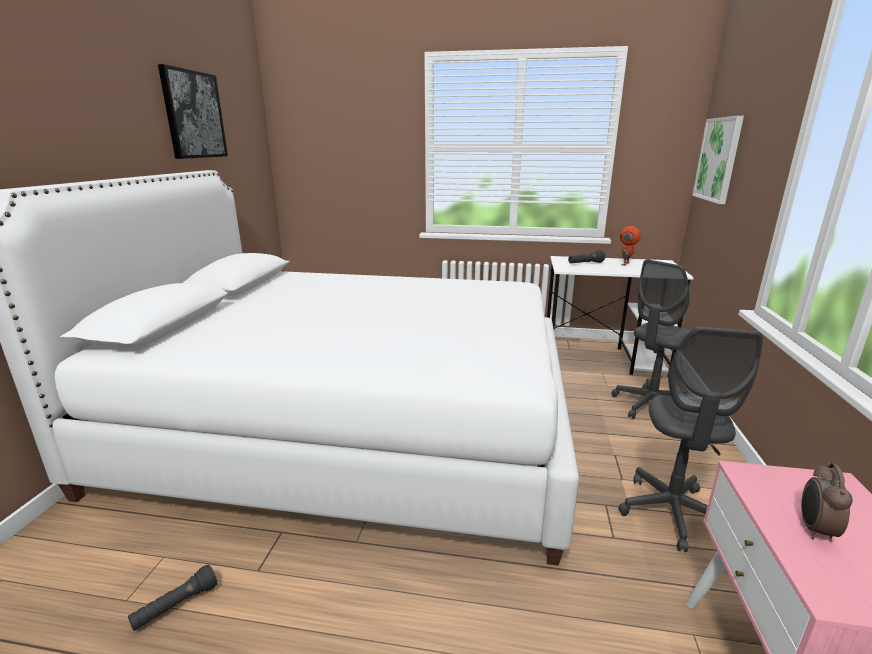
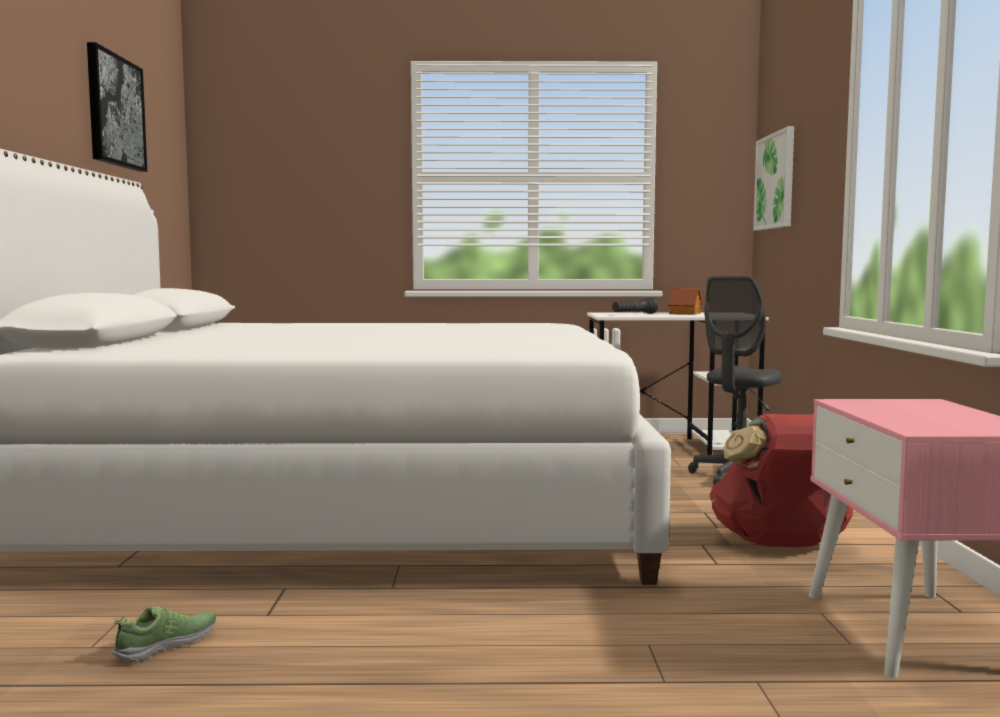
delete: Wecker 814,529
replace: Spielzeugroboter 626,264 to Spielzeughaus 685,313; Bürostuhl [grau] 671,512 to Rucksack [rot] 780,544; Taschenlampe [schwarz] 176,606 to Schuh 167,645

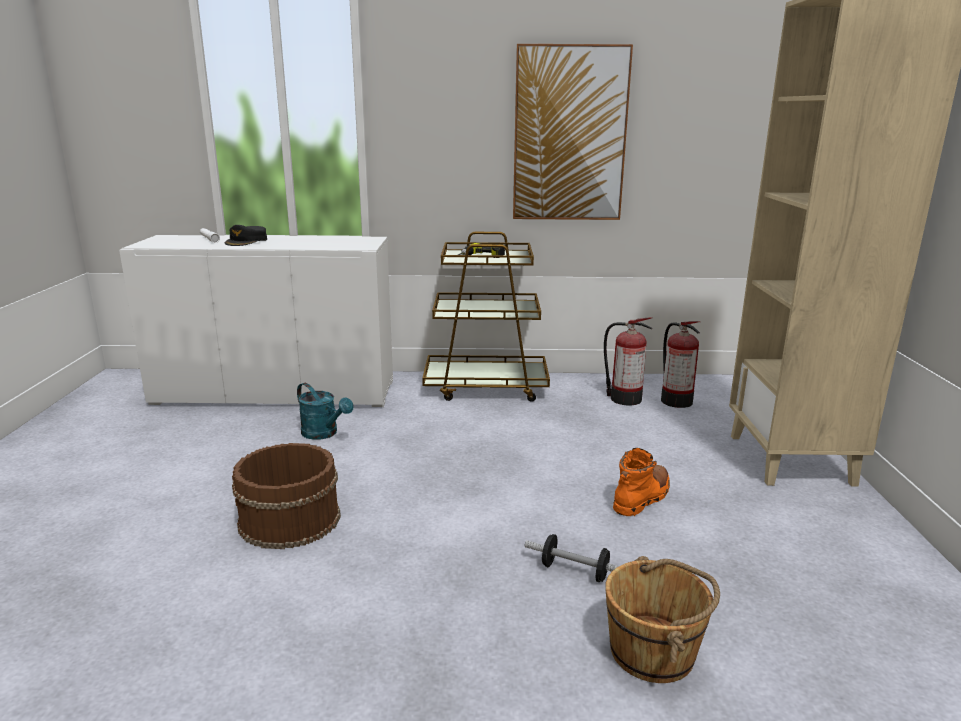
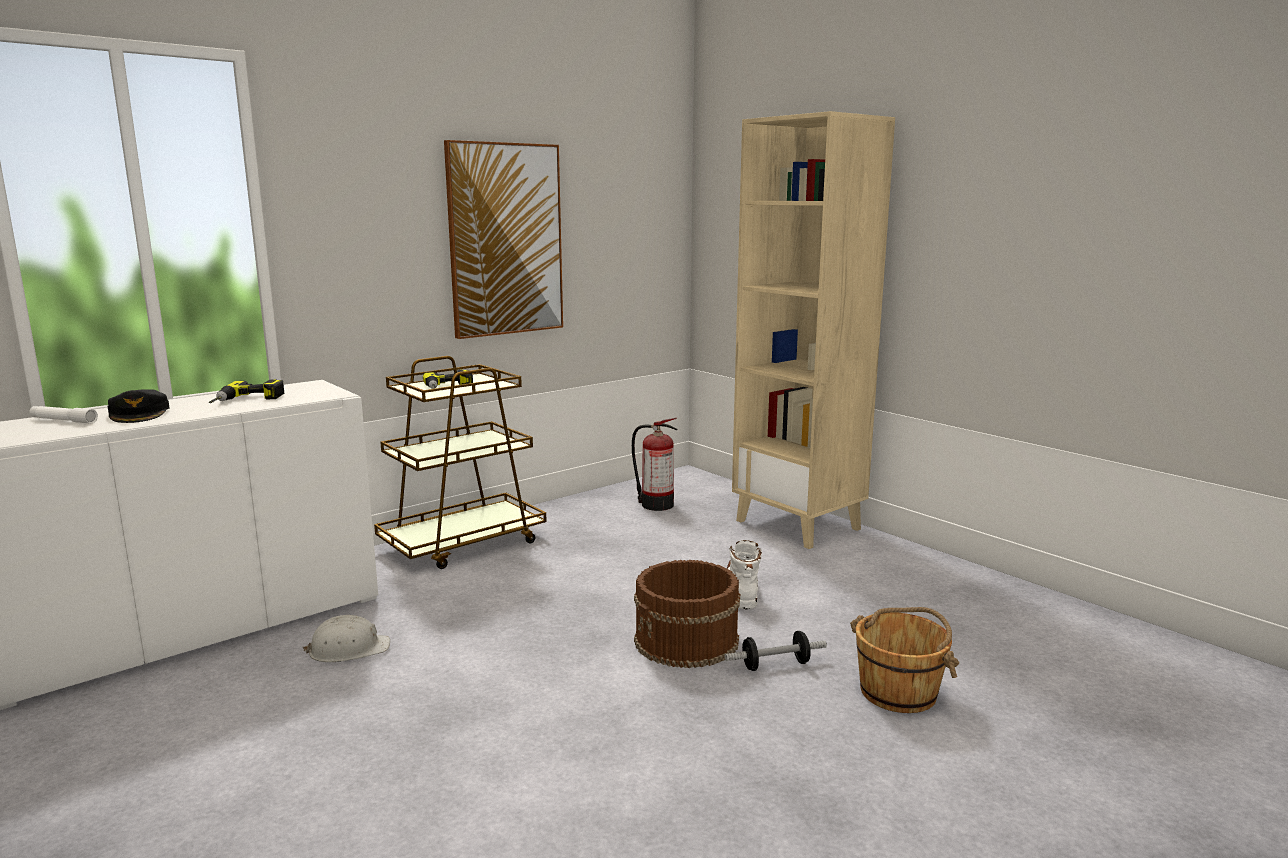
delete: Feuerlöscher 623,398
insert: Bohrmaschine 247,400
move: Eimer [braun] 289,520 to 687,641
replace: Gießkanne [türkis] 324,434 to Schutzhelm [weiß] 349,649
recolor: Stiefel [orange] 642,498 to Stiefel [weiß] 742,591

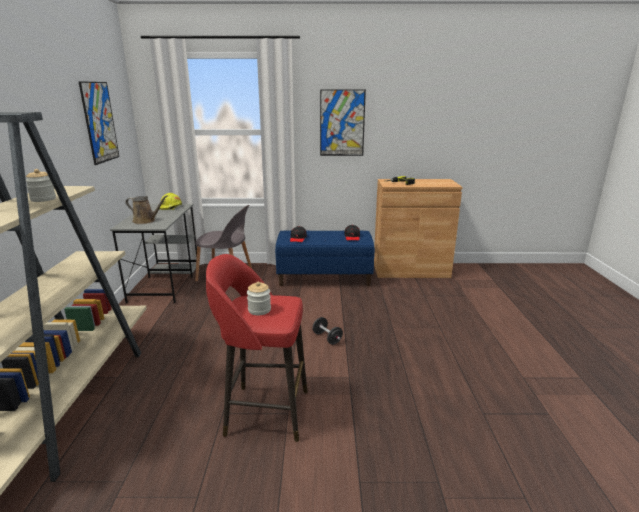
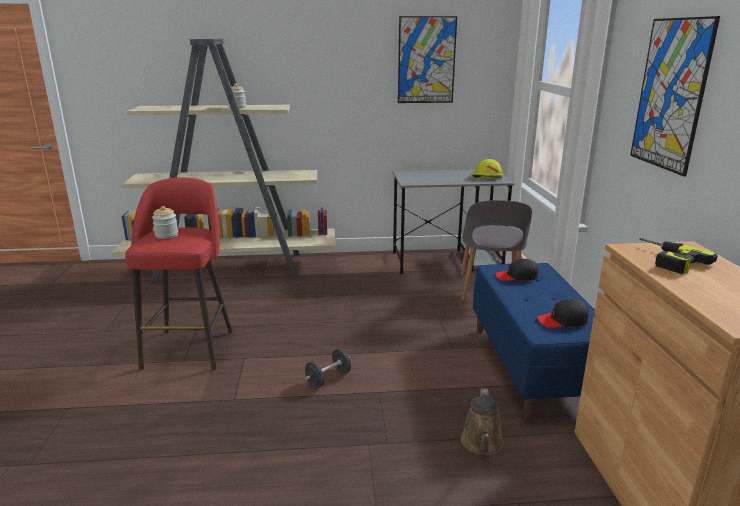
move: Gießkanne [braun] 146,221 to 482,444

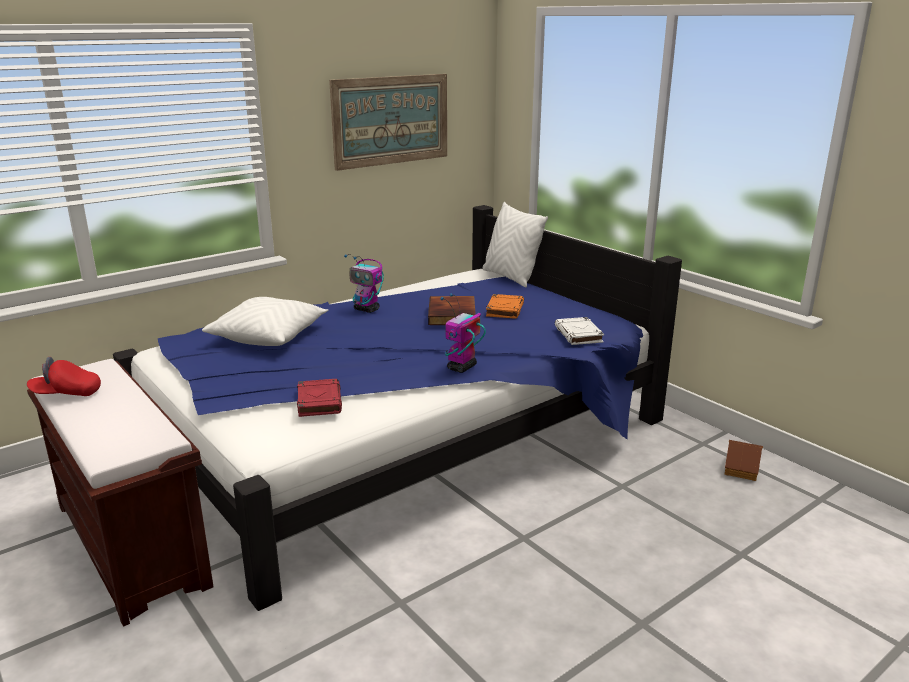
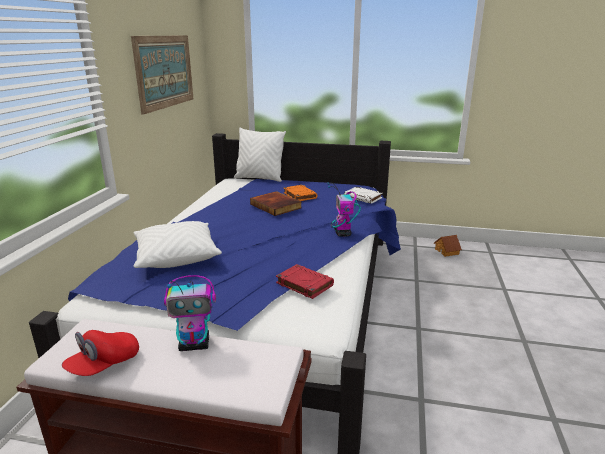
move: Spielzeugroboter 367,309 to 195,344

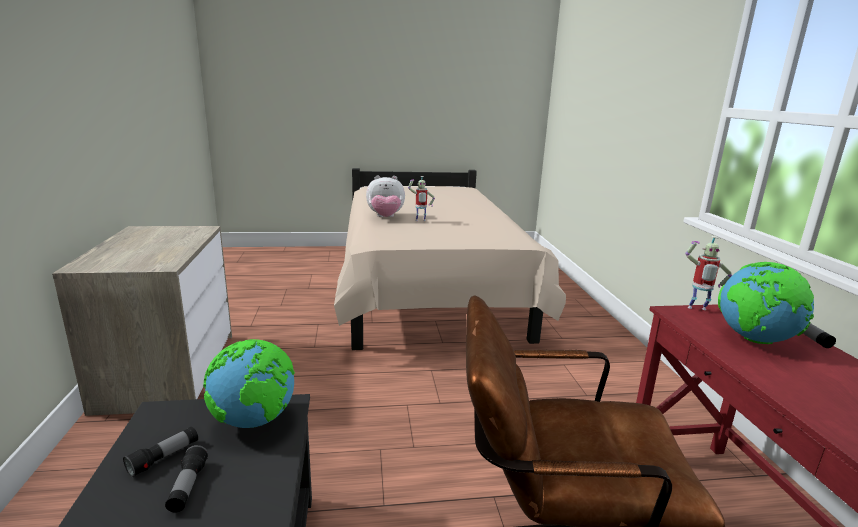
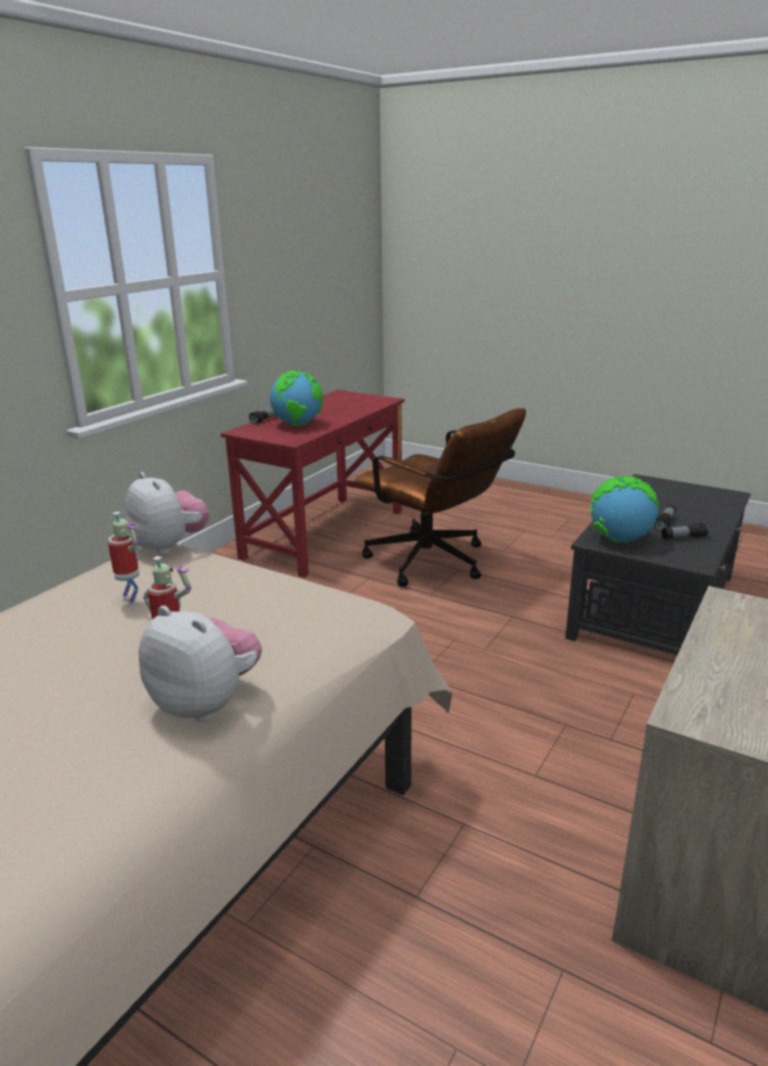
insert: Plüschtier 170,546
move: Spielzeugroboter 697,309 to 132,601

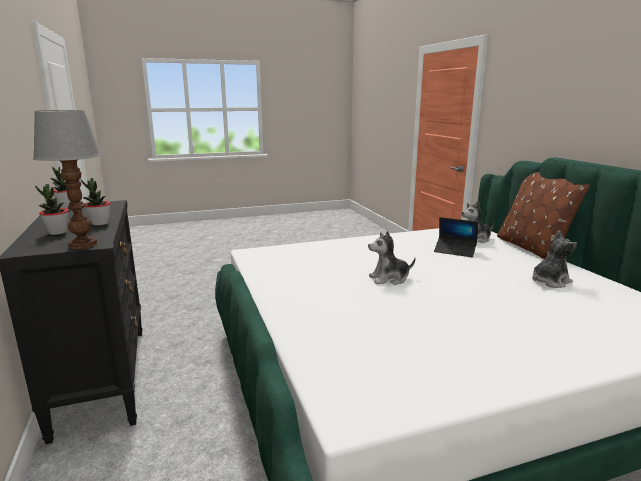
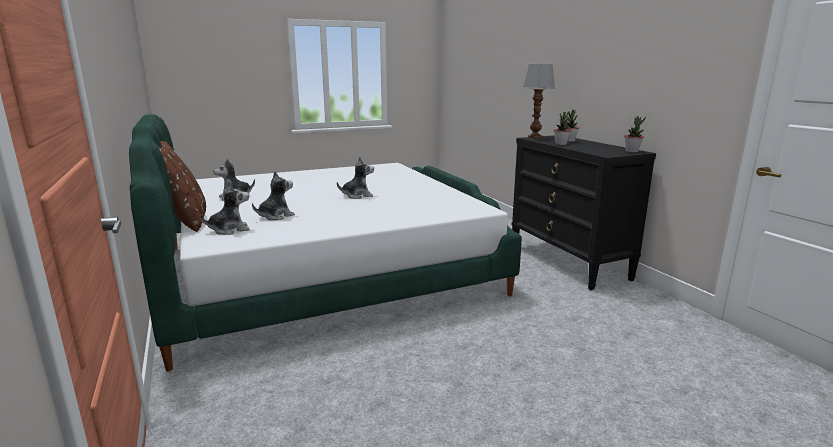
replace: Laptop 455,251 to Plüschtier 275,216

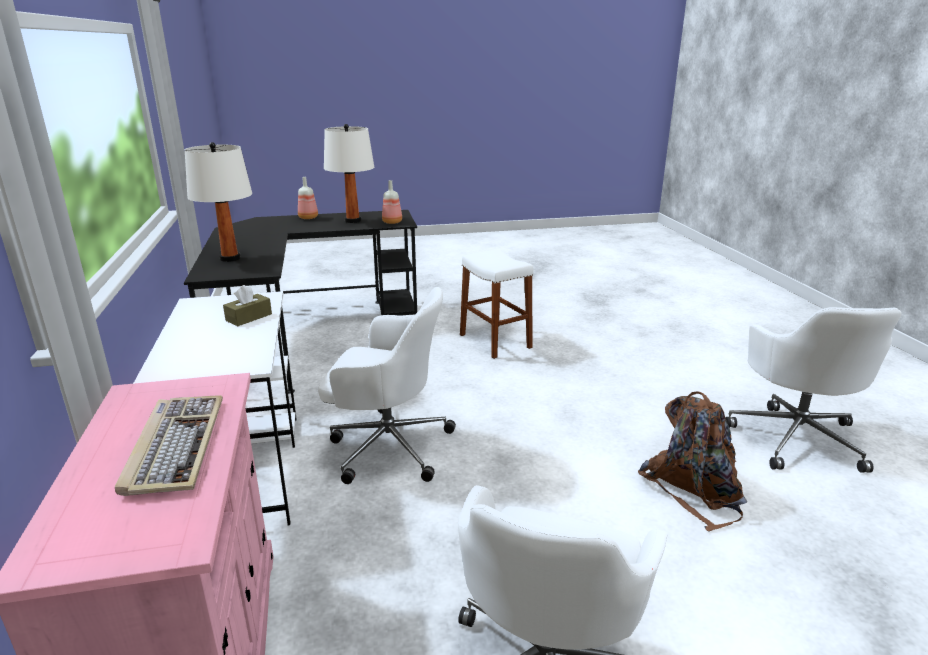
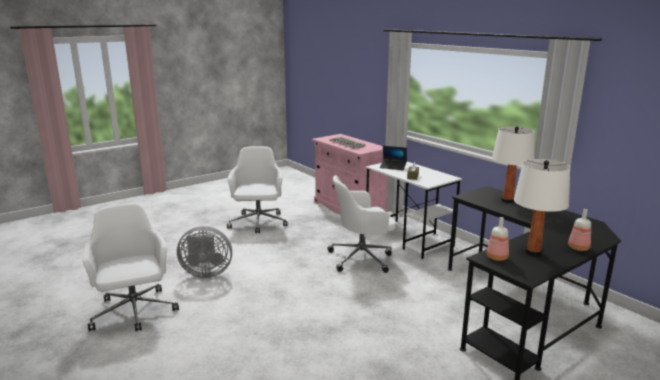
delete: Hocker [weiß] 495,341
insert: Laptop 393,167
replace: Rucksack [braun] 695,489 to Ventilator [grau] 206,273

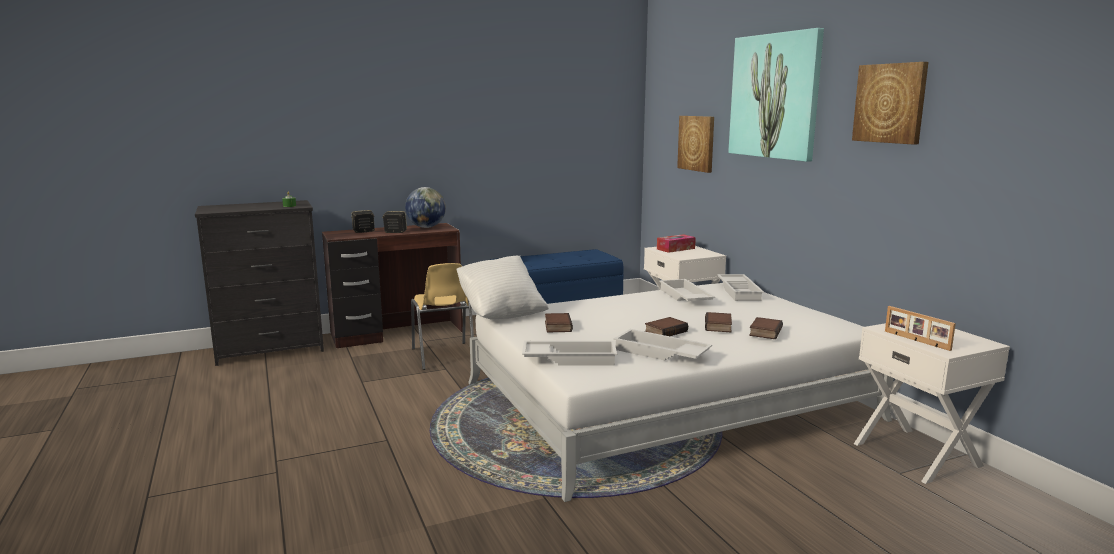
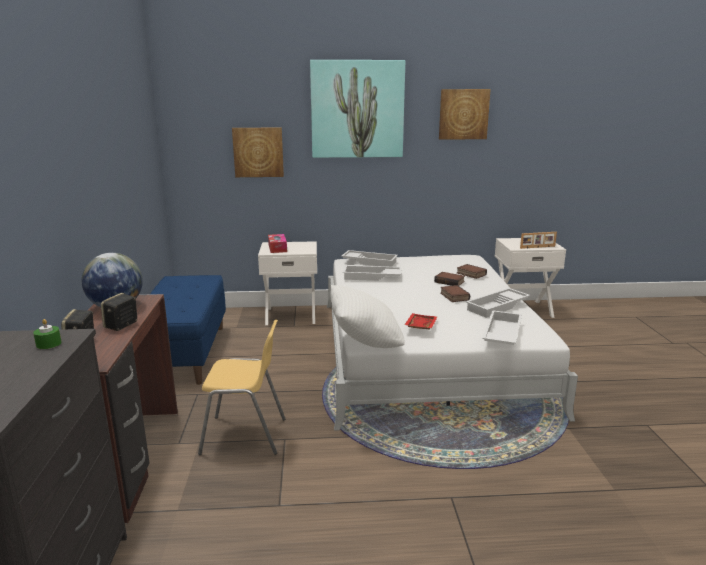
replace: Buch 557,326 to Tablett [rot] 420,326

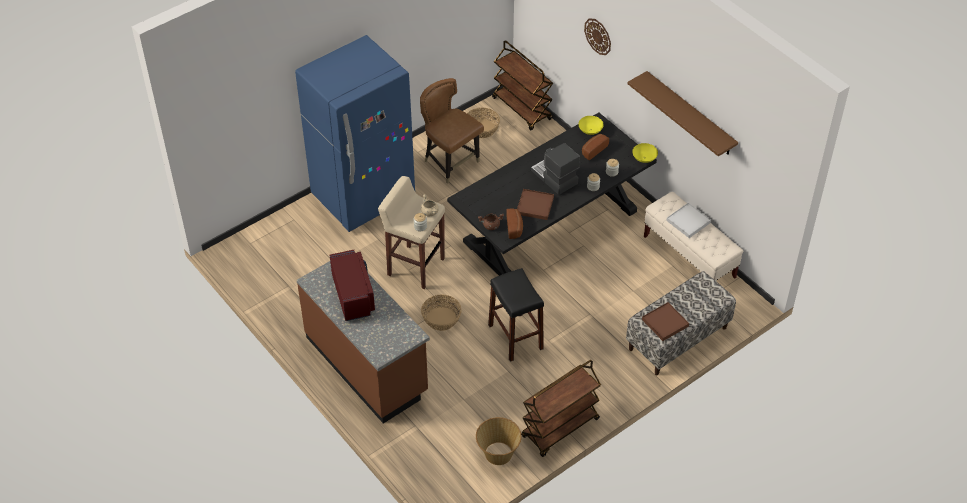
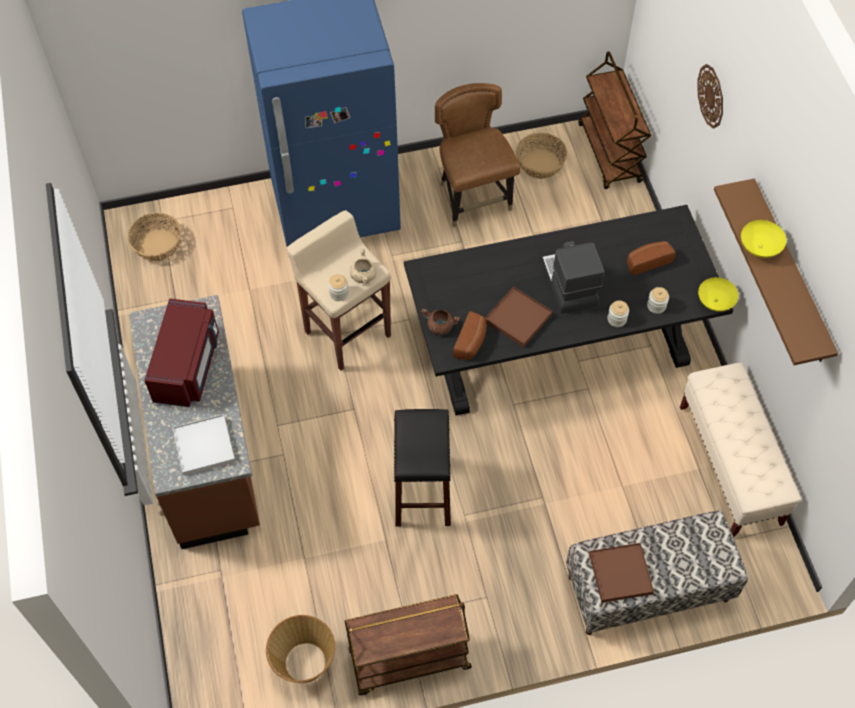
move: Schüssel [gelb] 590,130 to 759,247; Tablett [weiß] 688,221 to 204,446; Korb 441,319 to 157,245

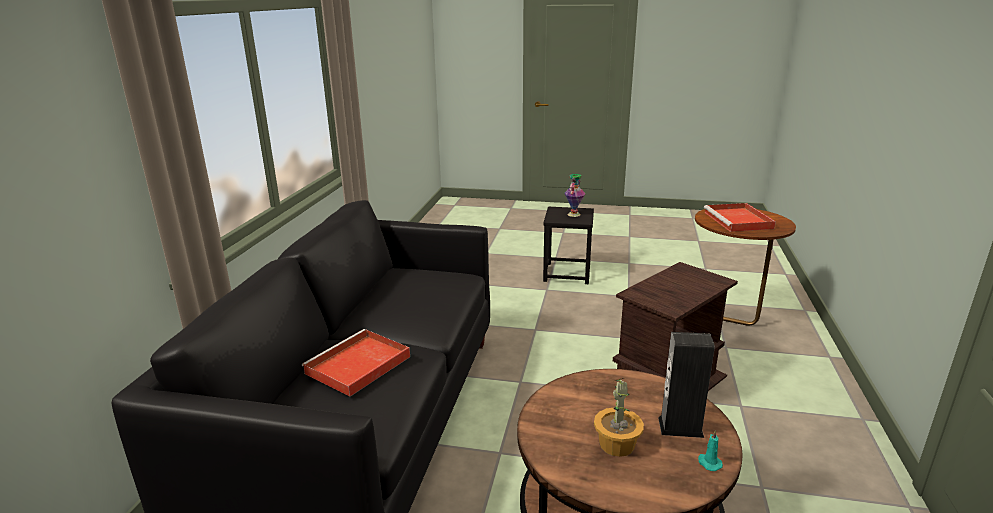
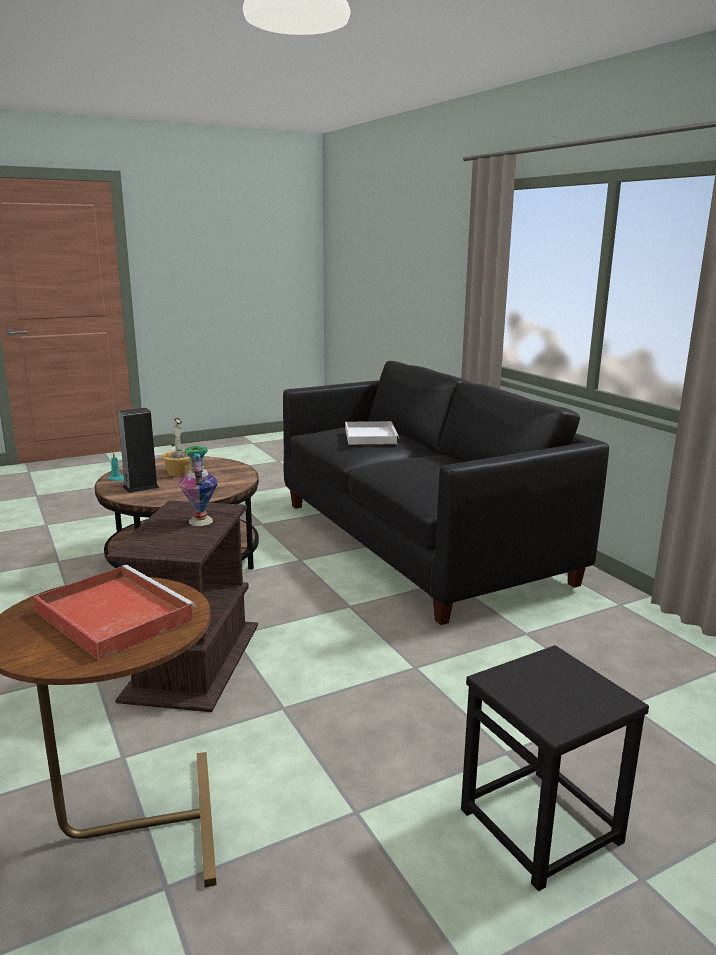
move: Vase 573,214 to 201,521
recolor: Tablett [rot] 357,366 to Tablett [weiß] 369,436

